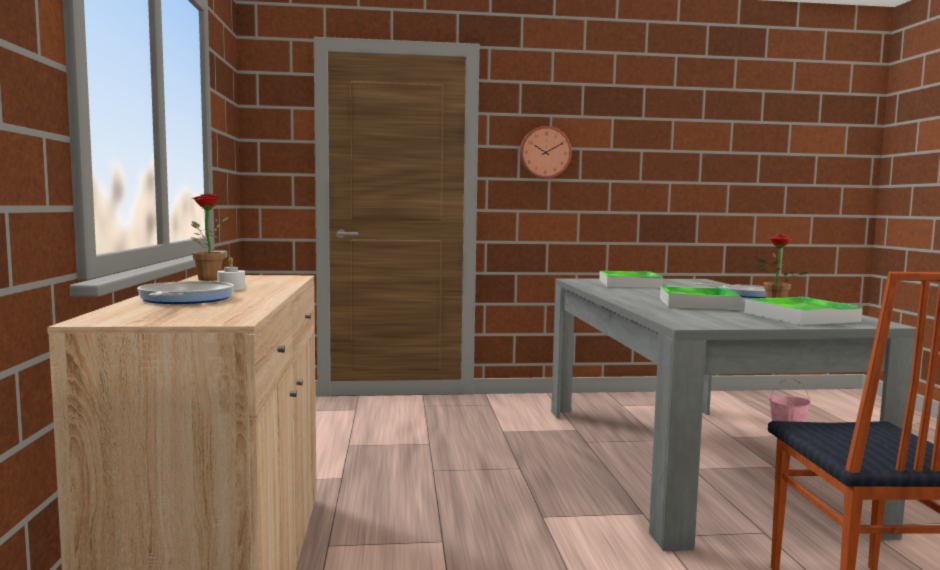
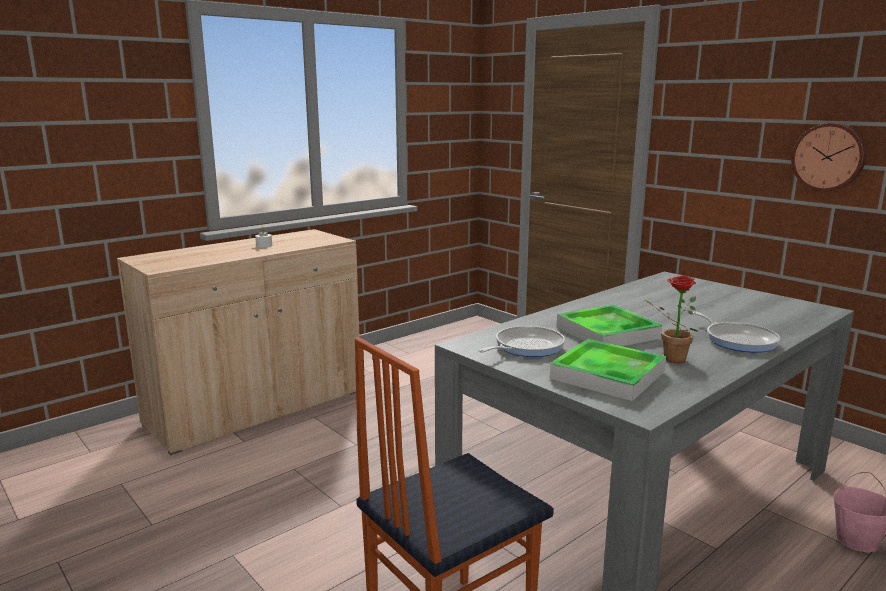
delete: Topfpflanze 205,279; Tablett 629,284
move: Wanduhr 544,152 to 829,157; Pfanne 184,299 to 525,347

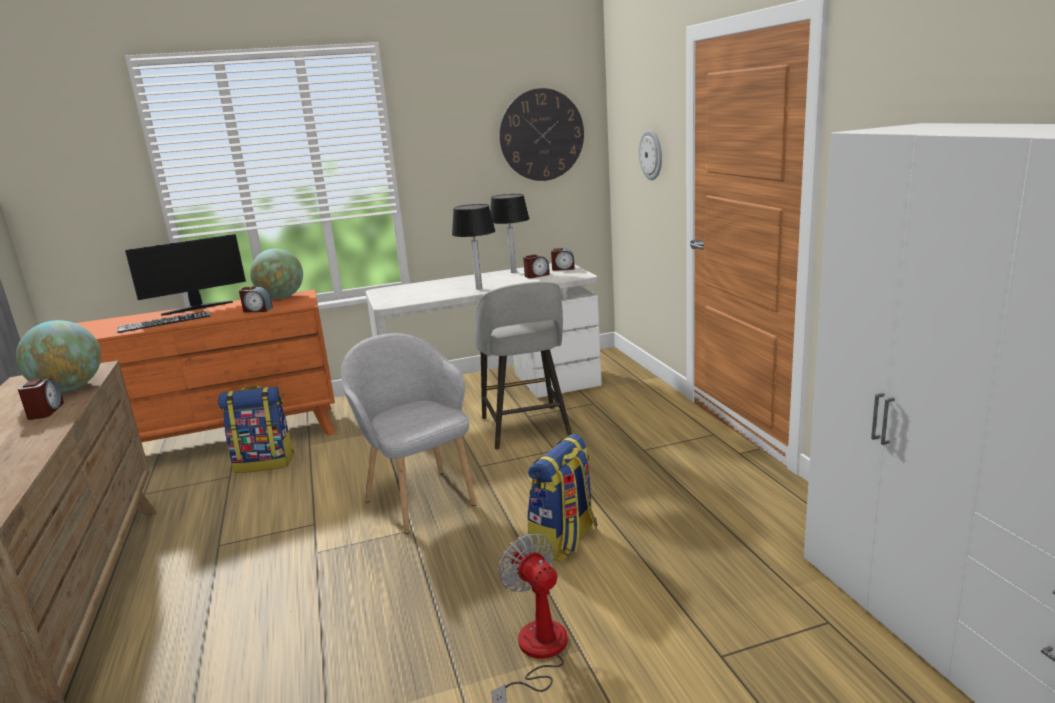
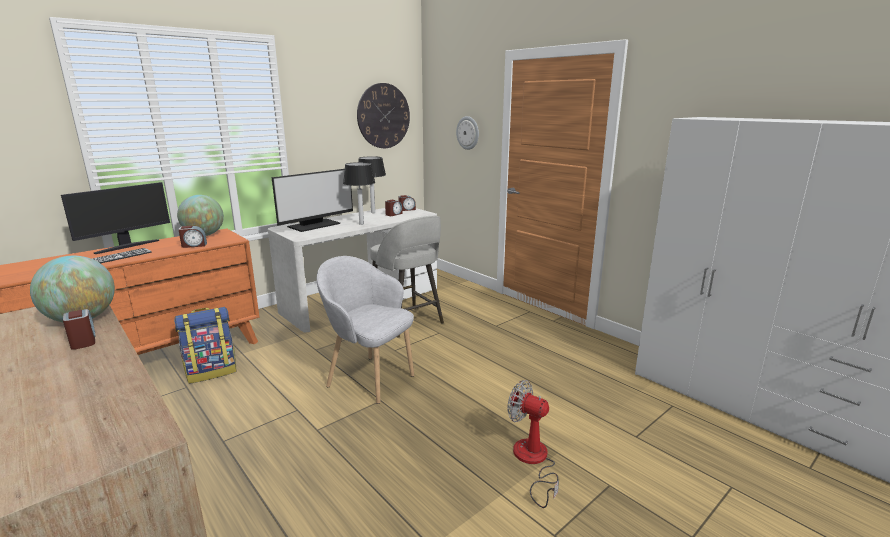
delete: Rucksack 564,541
insert: Monitor 314,225

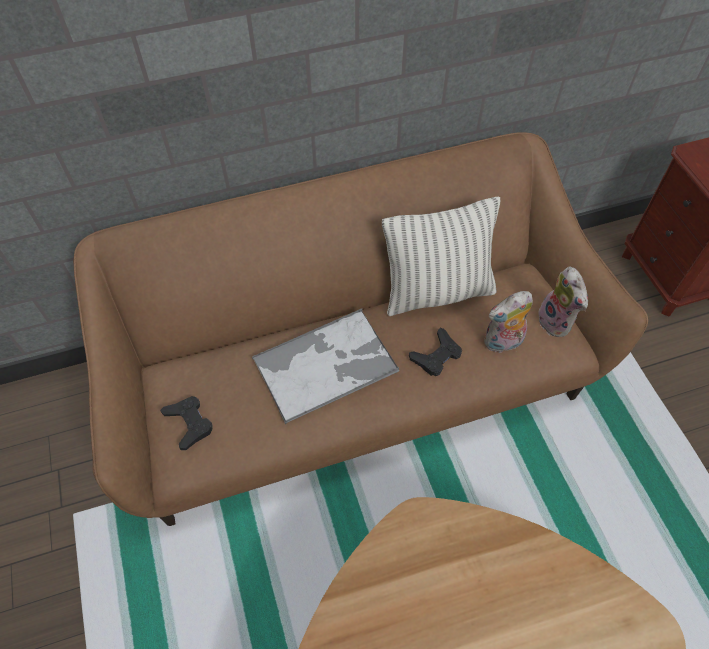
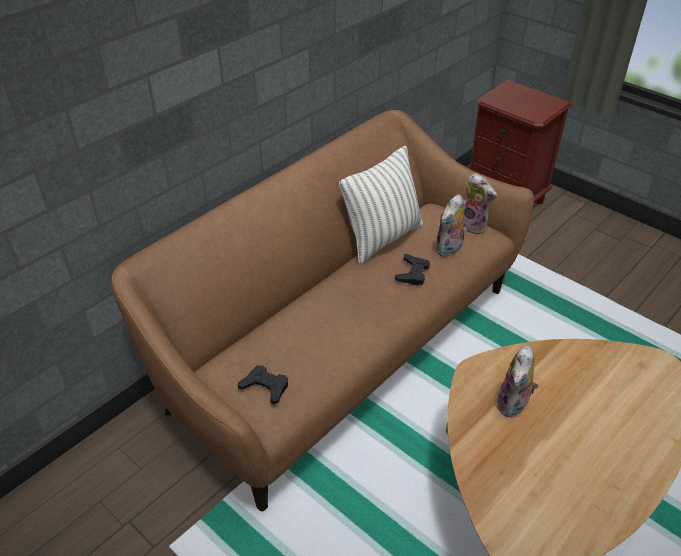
delete: Tablett 326,364
insert: Plüschtier 514,405

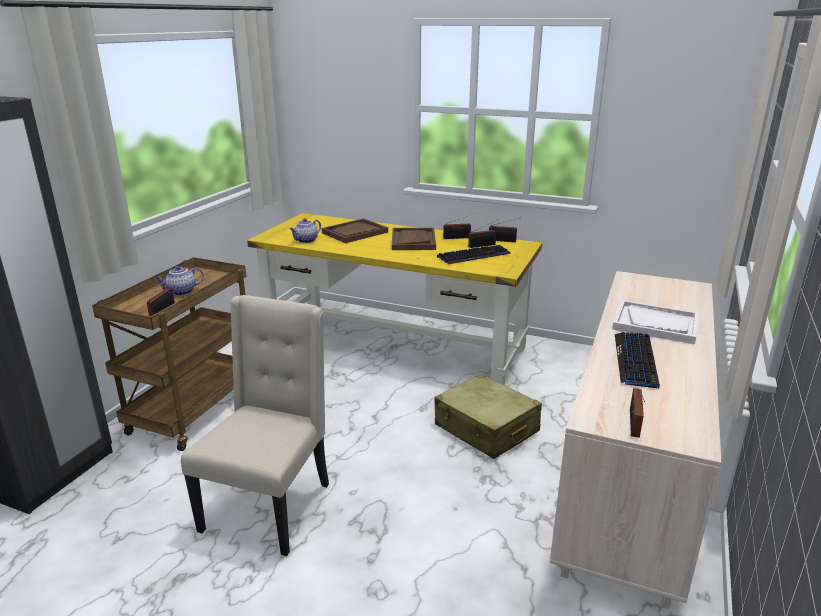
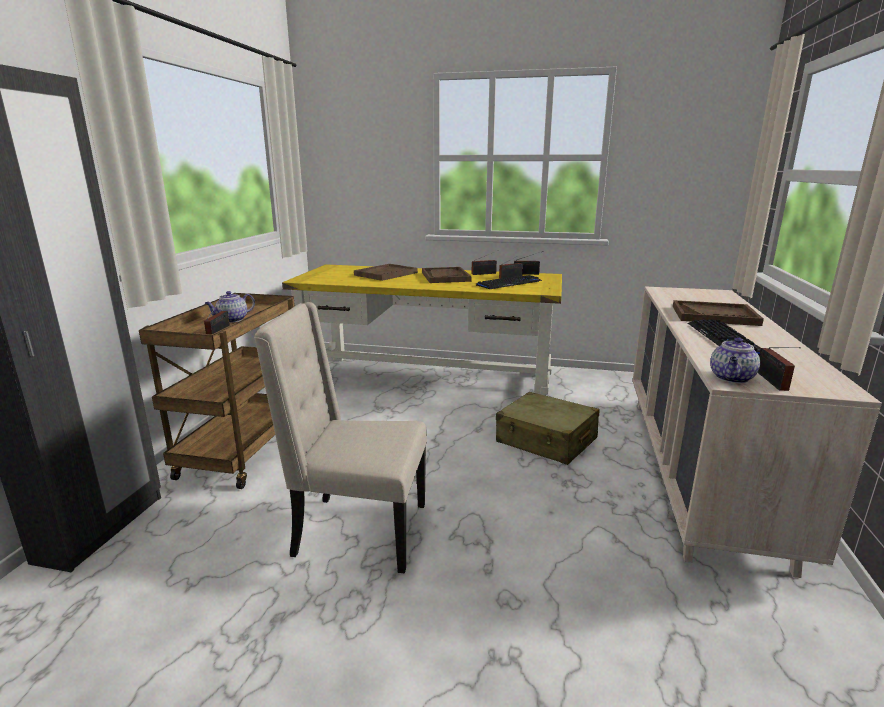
move: Teekanne 306,241 to 732,378
recolor: Tablett [weiß] 655,324 to Tablett [braun] 714,315
rotate: Stuhl [beige] 270,506 = 357,531 90 degrees counterclockwise

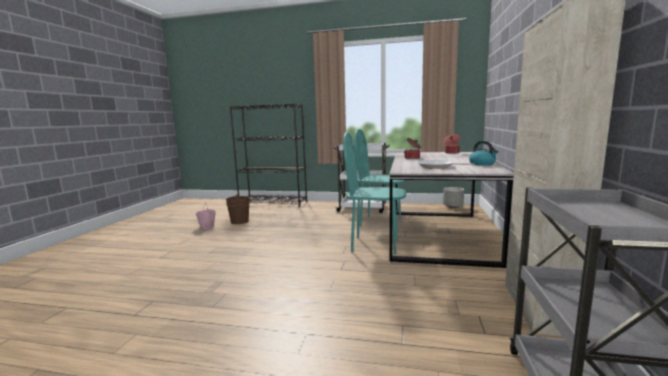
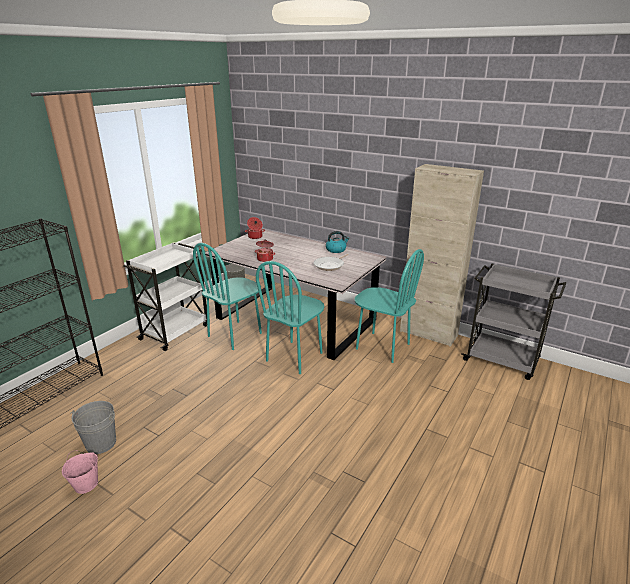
insert: Stuhl [türkis] 382,347
recolor: Eimer [braun] 239,221 to Eimer [grau] 101,443

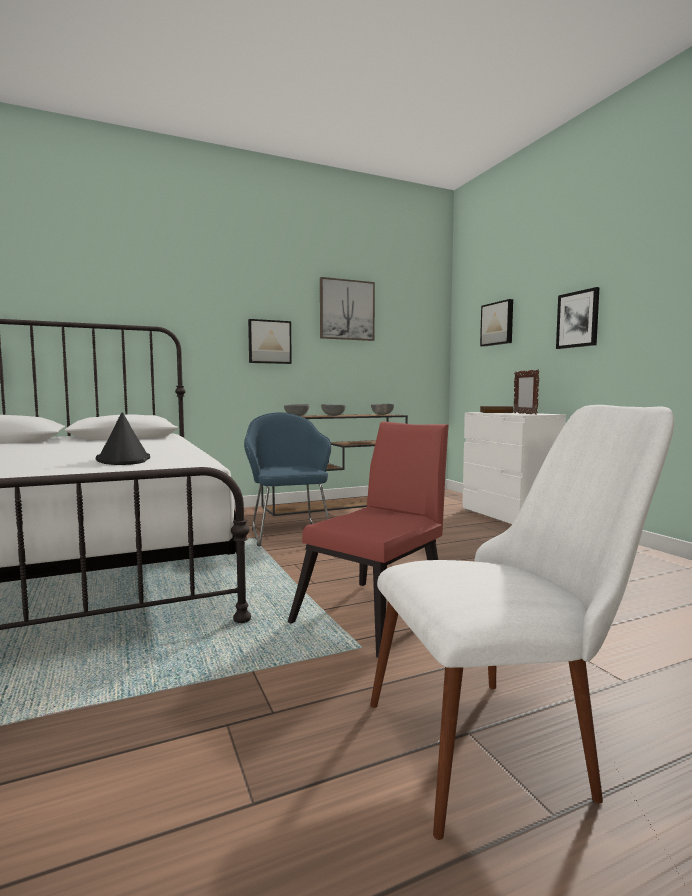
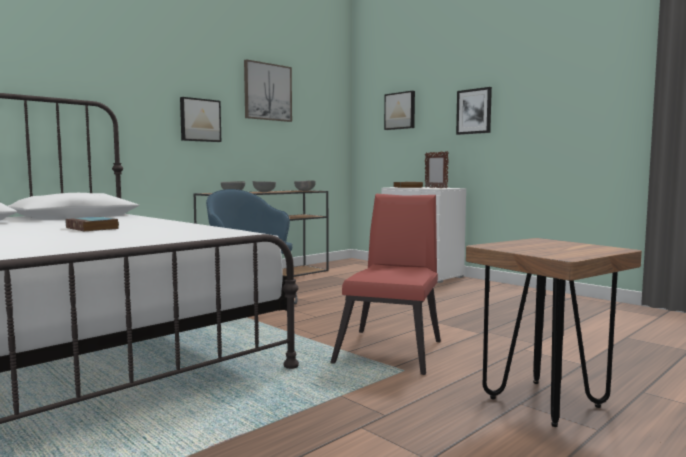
delete: Hut [schwarz] 123,460
insert: Buch 93,228
replace: Stuhl [weiß] 507,739 to Hocker [braun] 545,402

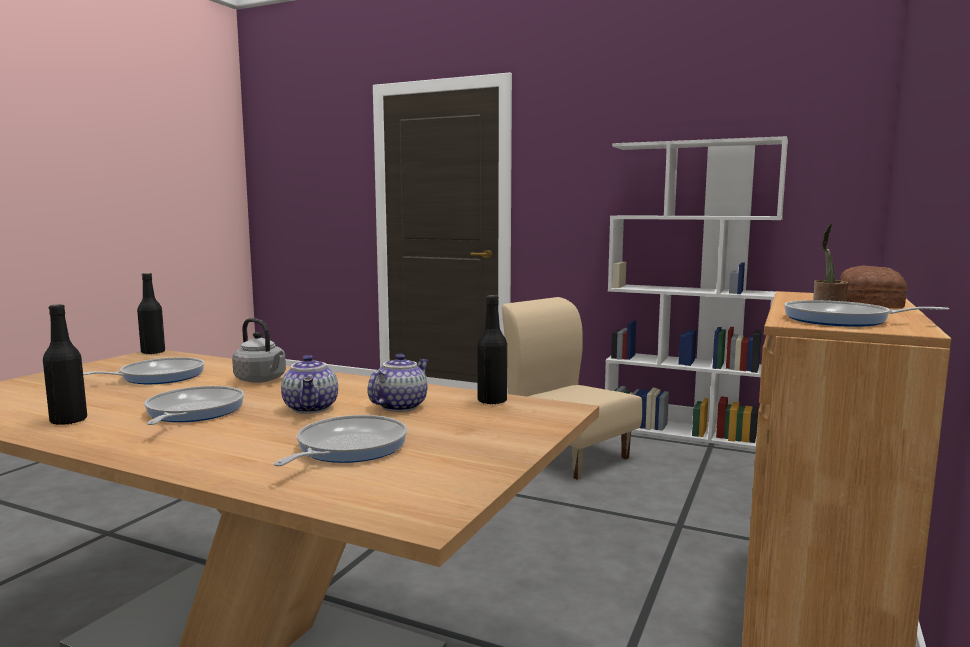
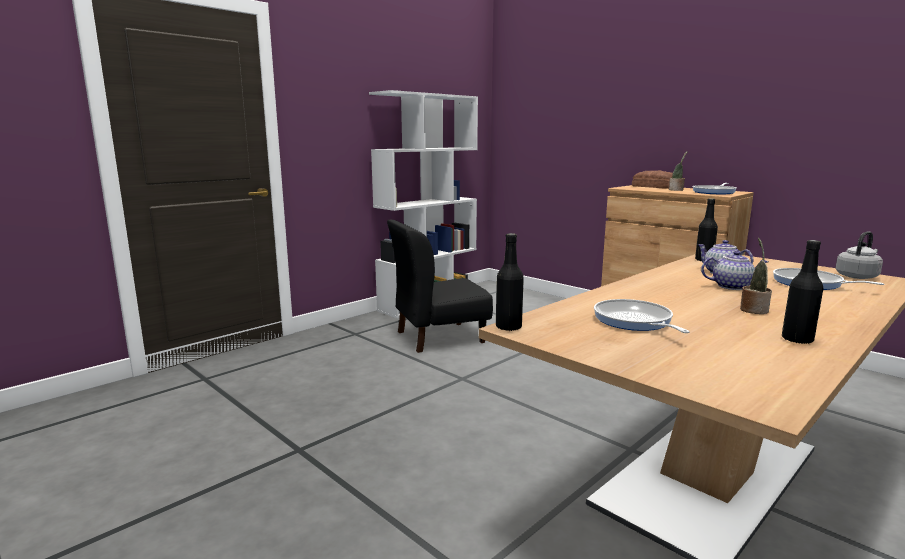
move: Wasserkessel [grau] 262,380 to 857,276
replace: Pfanne 192,412 to Topfpflanze 753,309
recolor: Stuhl [beige] 568,455 to Stuhl [schwarz] 439,337

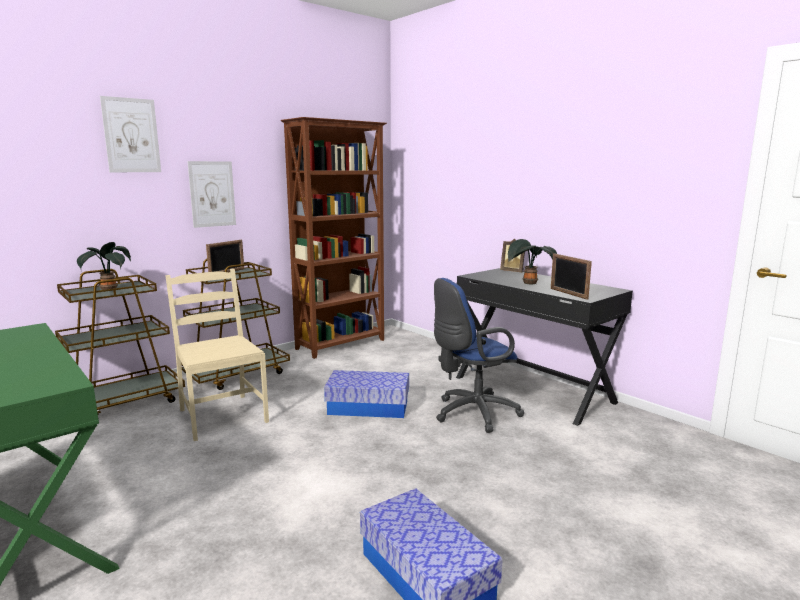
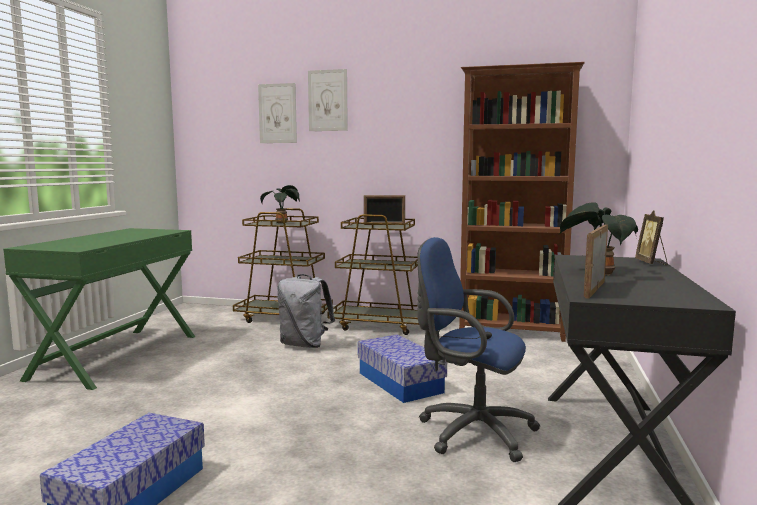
move: Bild 212,194 to 277,113
replace: Stuhl [beige] 221,416 to Rucksack [grau] 304,345

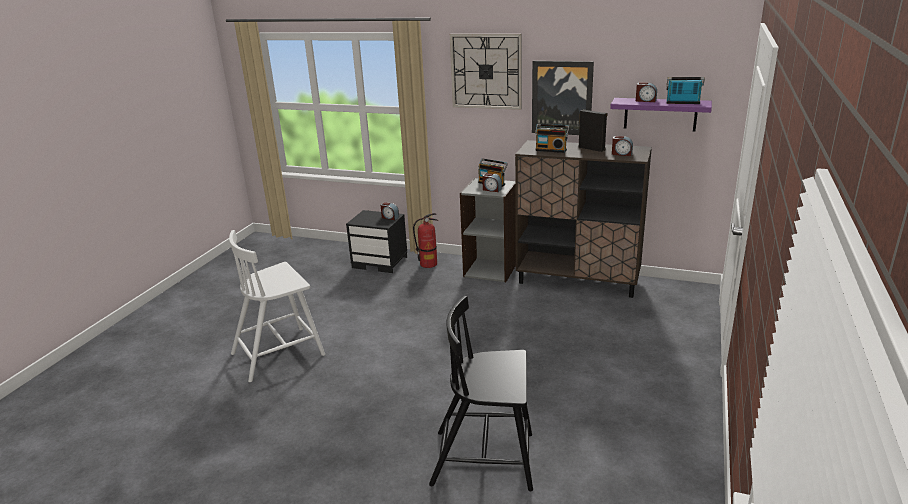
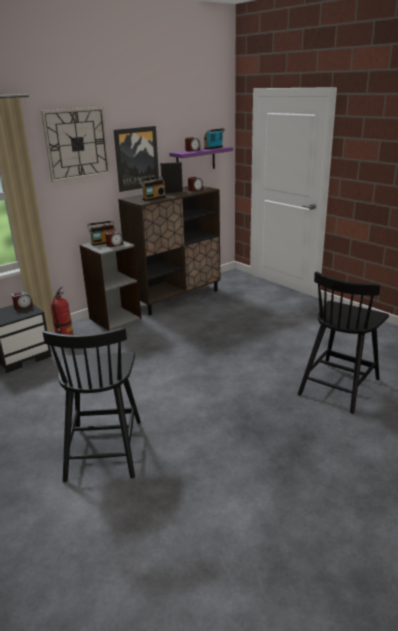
recolor: Stuhl [weiß] 279,353 to Stuhl [schwarz] 104,448

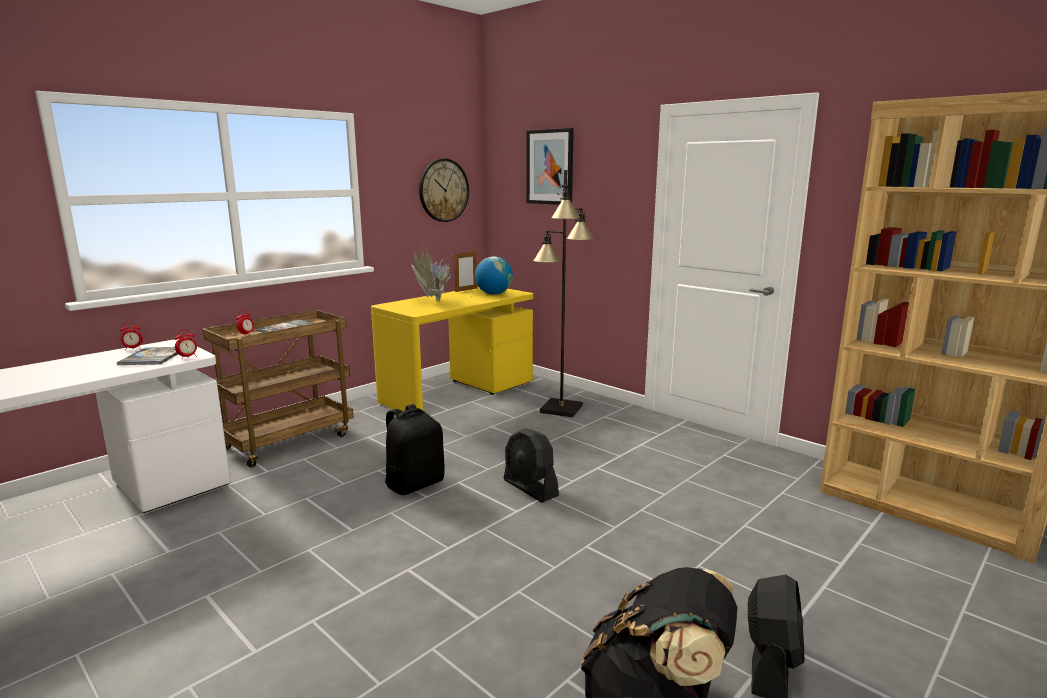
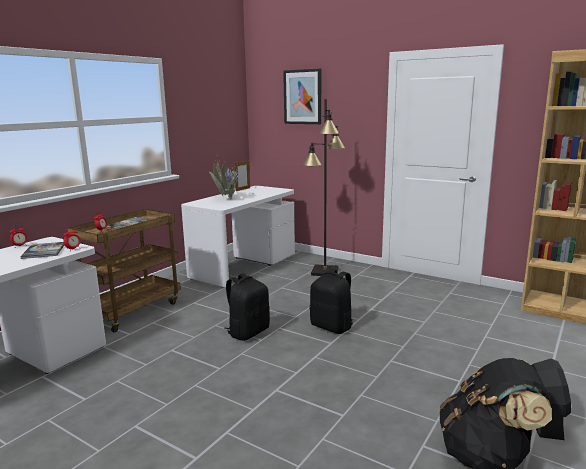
delete: Wanduhr 443,190; Globus 494,294
replace: Ventilator [schwarz] 530,488 to Rucksack [schwarz] 332,327
recolor: Schreibtisch [gelb] 458,392 to Schreibtisch [weiß] 244,265

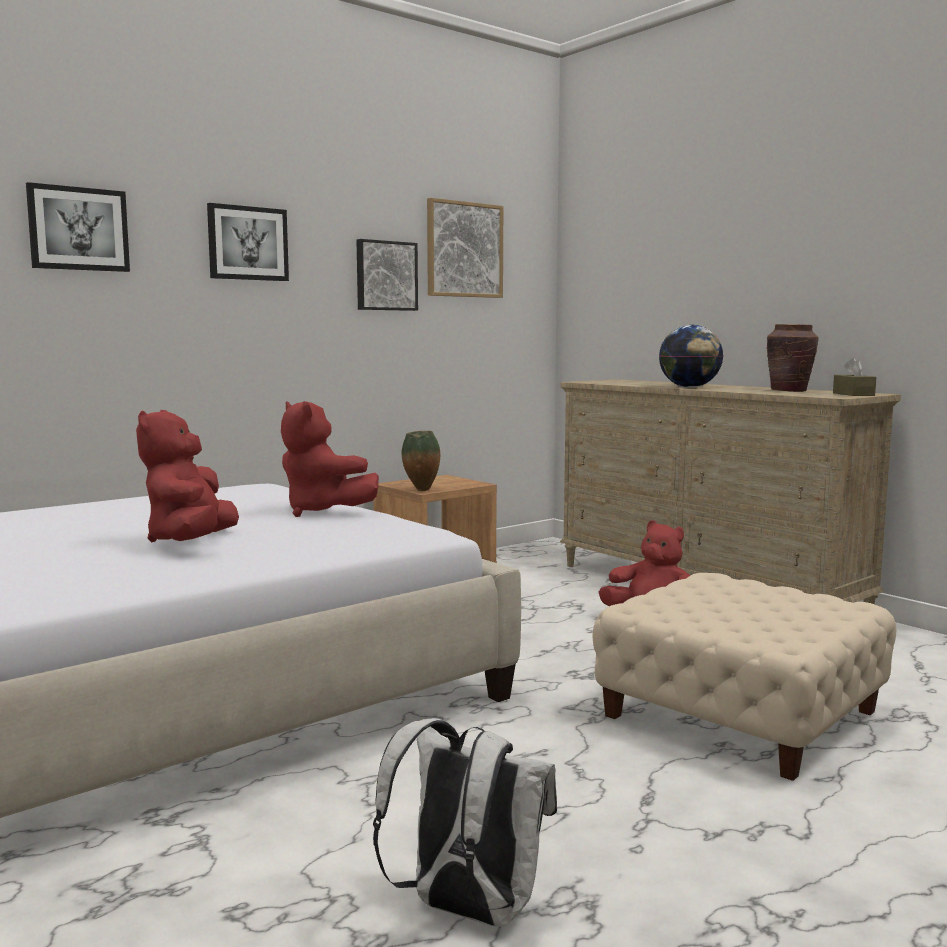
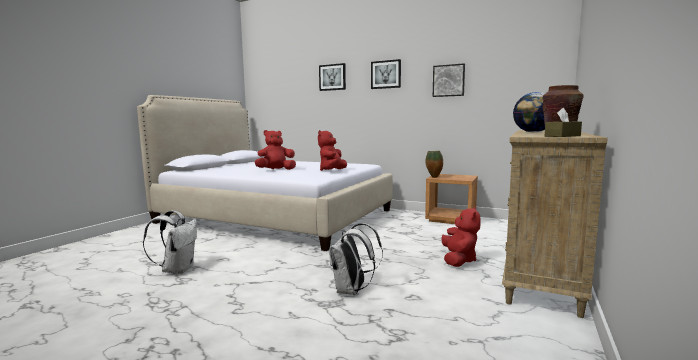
delete: Bild 464,250
replace: Polsterhocker [beige] 741,714 to Rucksack [weiß] 352,290

